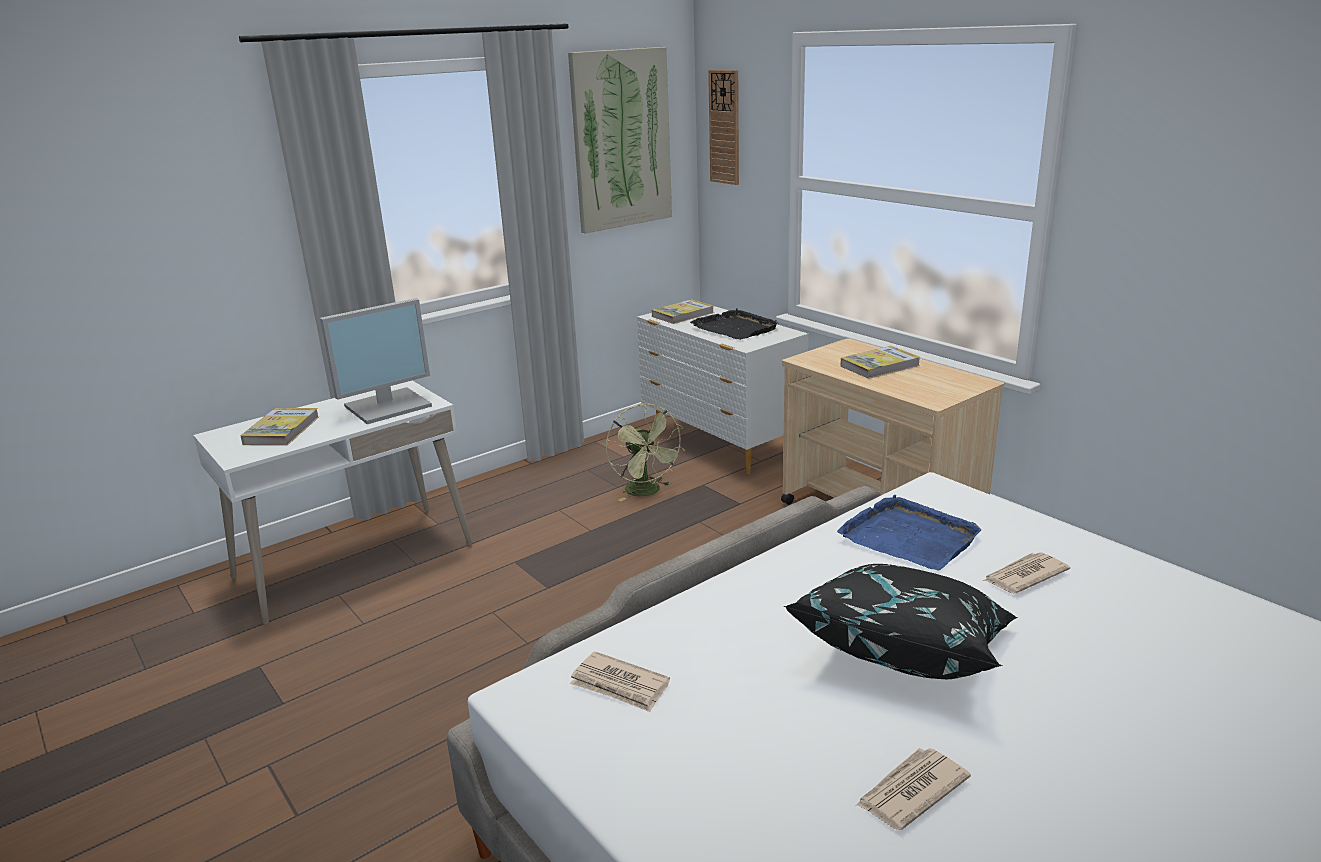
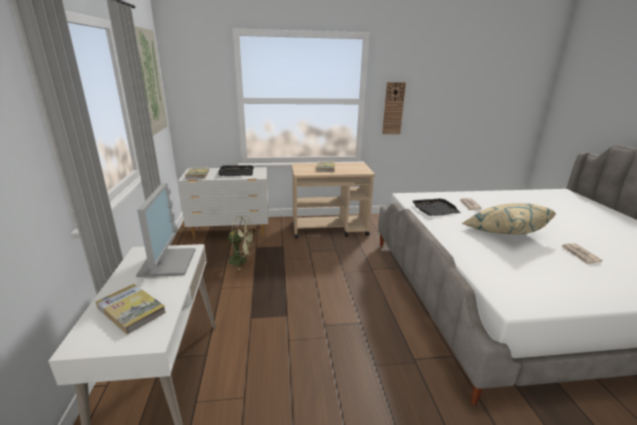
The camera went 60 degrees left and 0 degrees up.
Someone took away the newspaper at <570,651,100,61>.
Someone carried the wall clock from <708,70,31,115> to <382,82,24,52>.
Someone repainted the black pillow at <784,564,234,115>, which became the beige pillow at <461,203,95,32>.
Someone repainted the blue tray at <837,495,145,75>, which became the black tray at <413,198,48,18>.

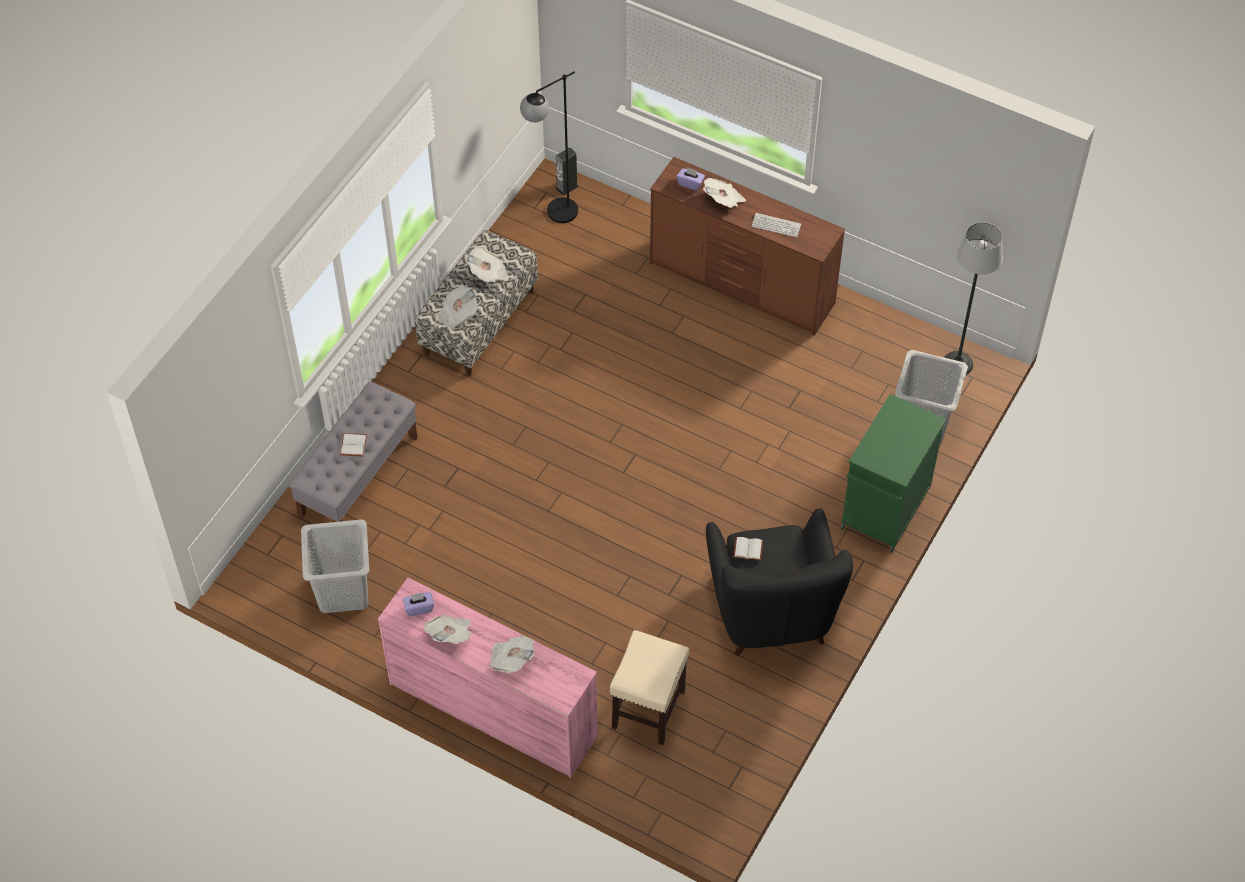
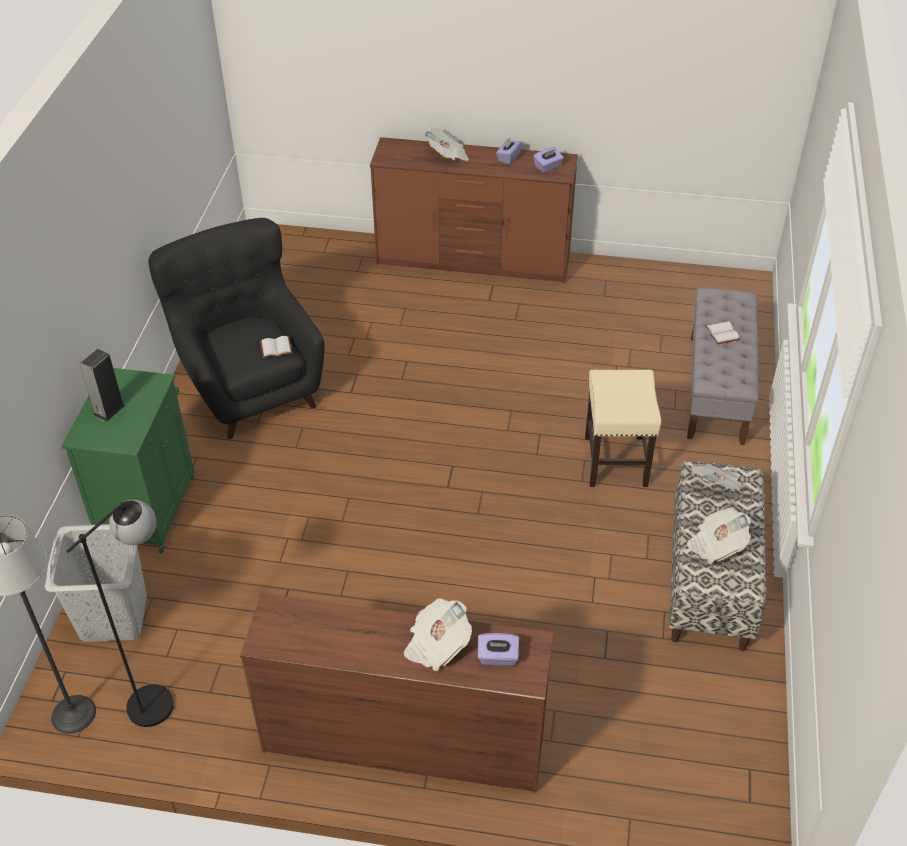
The camera went 160 degrees right and 10 degrees down.
Someone took away the grey laundry basket at <301,519,68,94>.
Someone repainted the pink dresser at <378,578,220,200>, which became the brown dresser at <370,137,208,146>.
Someone swapped the newspaper at <424,614,48,30> for the purple tissue box at <496,137,26,28>.
Someone carried the black floor lamp from <520,71,58,152> to <66,500,108,227>.
Someone carried the speaker from <556,147,23,49> to <80,349,45,73>.
Someone carried the beige stool from <610,630,79,115> to <585,370,76,117>.
Someone took away the keyboard at <752,213,49,24>.

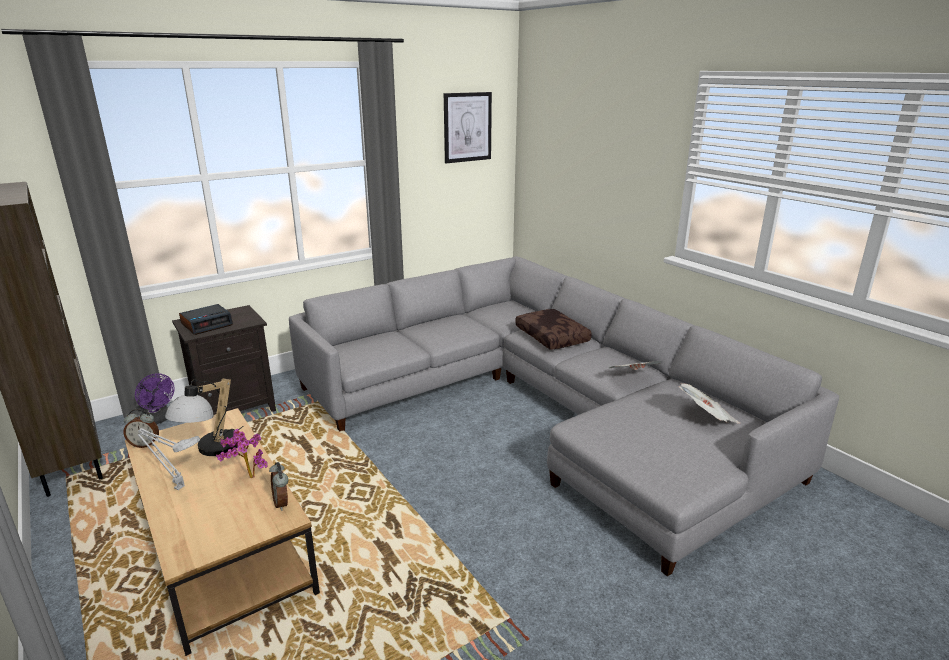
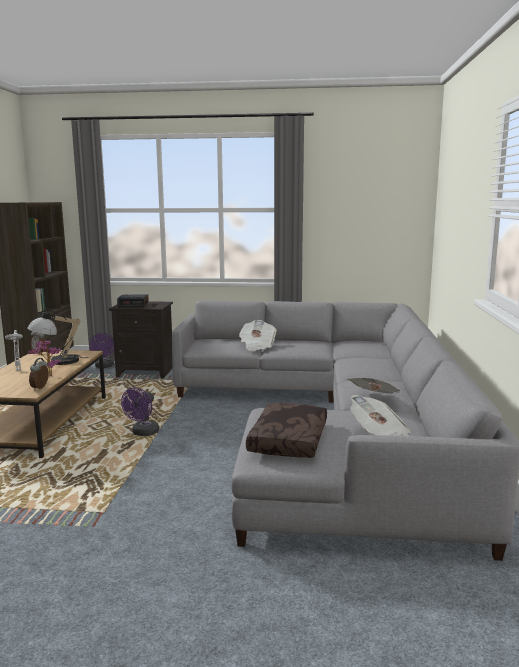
The camera went 40 degrees right and 10 degrees down.
Someone took away the picture at <444,92,48,71>.
Someone carried the brown pillow from <515,309,77,41> to <246,403,81,55>.
Someone put down the purple fan at <121,387,38,49>.
Someone put down the newspaper at <239,320,38,31>.

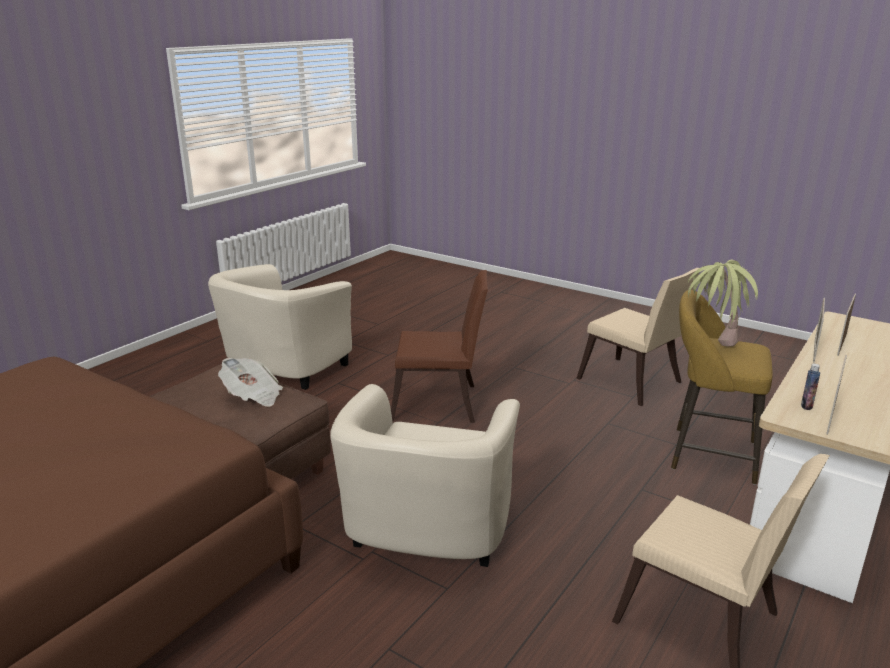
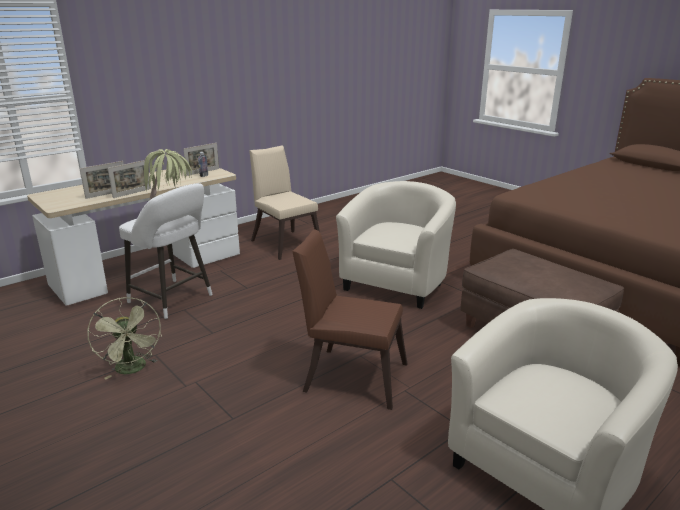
The camera went 165 degrees left and 0 degrees up.
Someone took away the newspaper at <218,358,65,49>.
Someone swapped the beige chair at <576,268,123,138> for the green fan at <87,297,75,82>.
Someone repainted the yellow stool at <671,290,102,195>, which became the white stool at <119,183,94,136>.

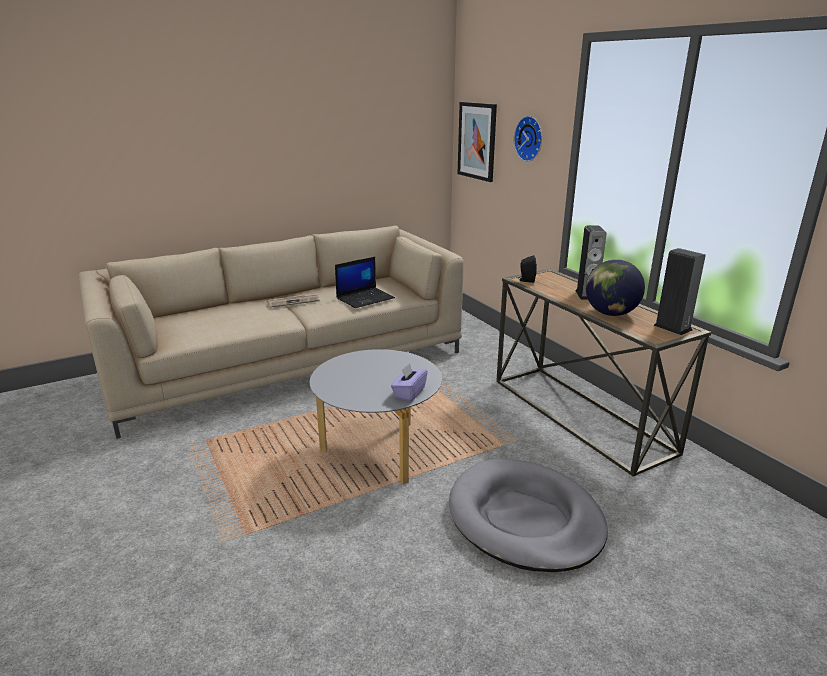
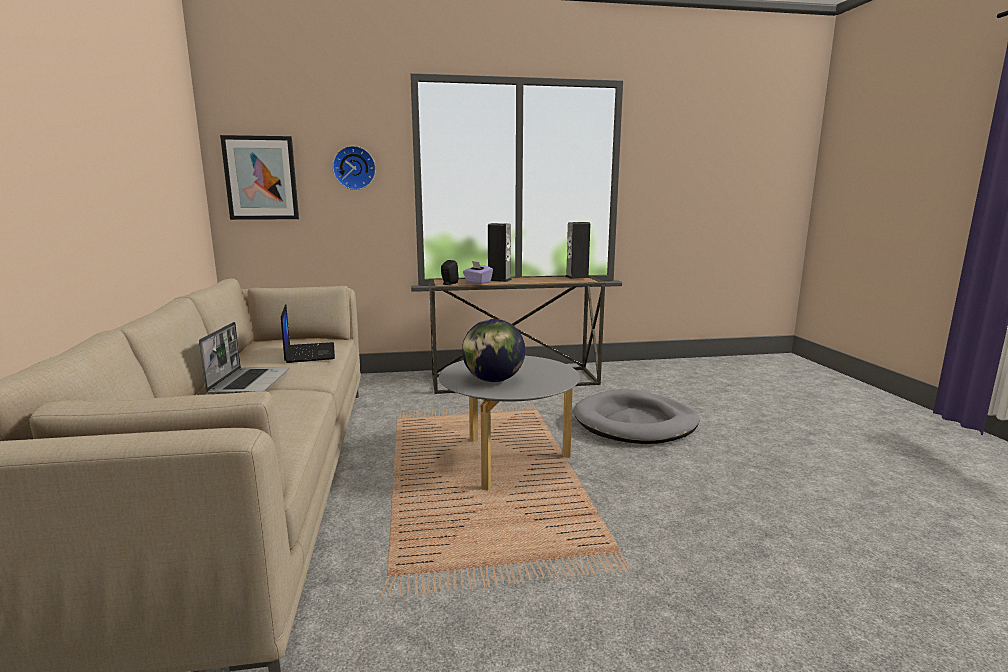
The camera went 70 degrees left and 10 degrees down.
Someone swapped the newspaper at <267,292,53,16> for the laptop at <199,322,91,72>.
Someone carried the purple tissue box from <391,363,37,38> to <463,261,30,23>.
Someone carried the globe from <586,259,59,57> to <462,319,63,63>.

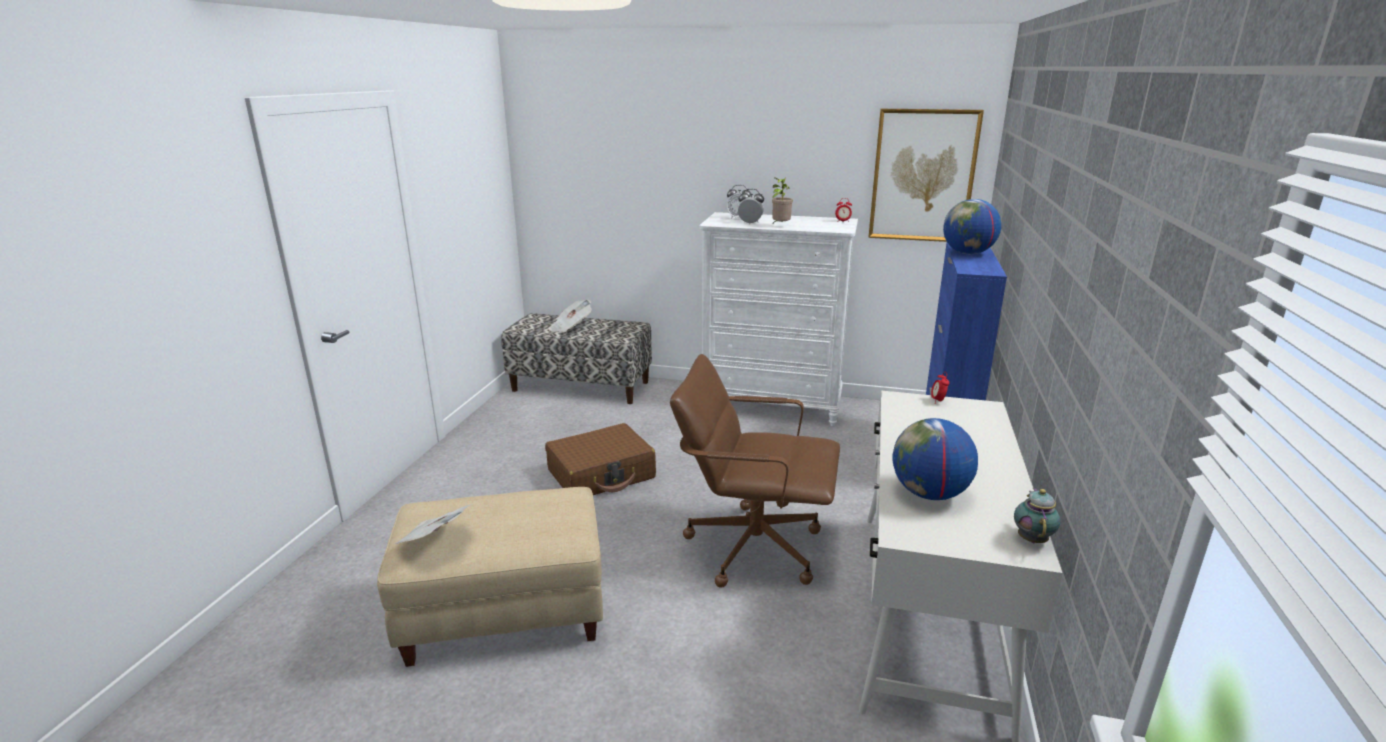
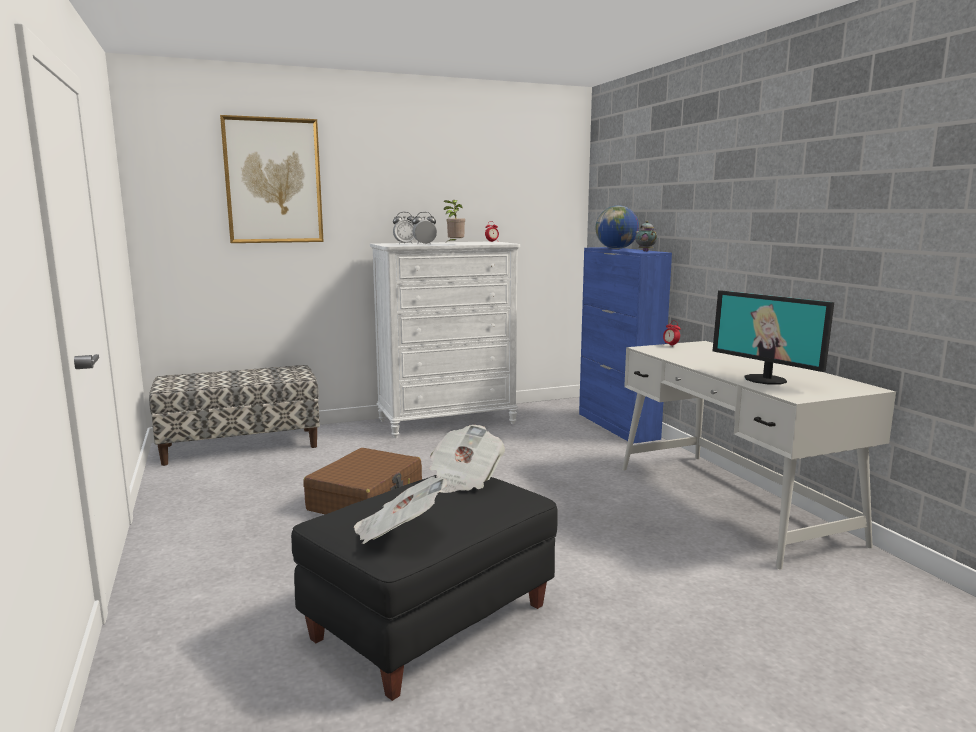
The camera went 35 degrees left and 10 degrees down.
Someone repainted the beige ottoman at <377,487,226,180>, which became the black ottoman at <291,475,267,226>.
Someone carried the newspaper from <548,300,44,33> to <429,425,76,68>.
Someone took away the brown office chair at <670,354,170,234>.
Someone carried the picture from <868,109,116,133> to <220,115,104,128>.
Someone swapped the globe at <892,418,86,82> for the monitor at <713,290,121,95>.
Someone carried the teapot from <1014,488,46,55> to <635,221,22,31>.

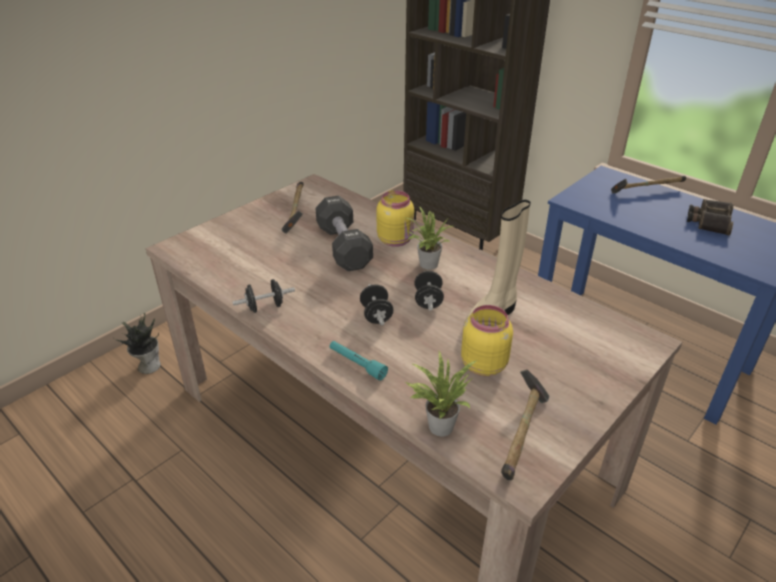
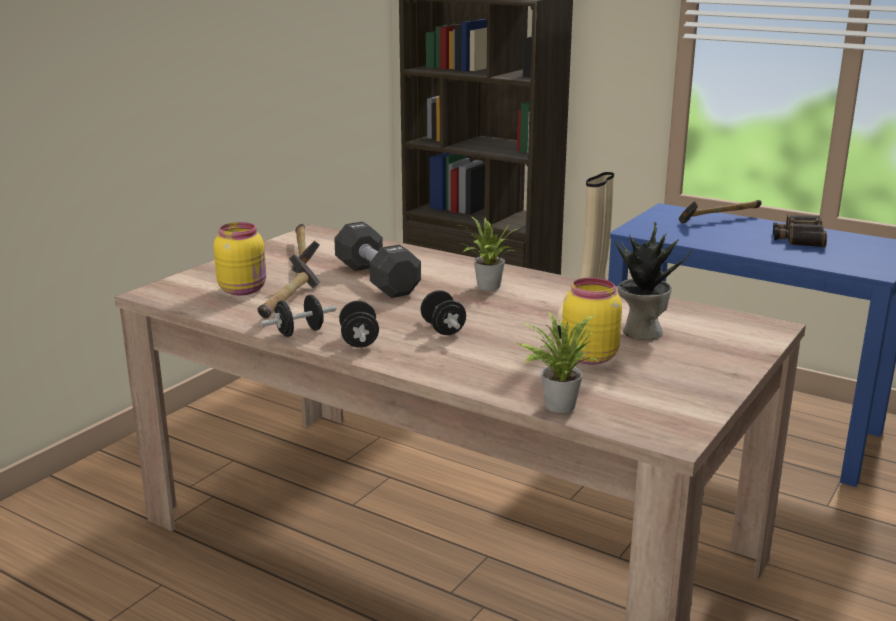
The camera went 10 degrees left and 15 degrees down.
Someone carried the potted plant from <113,313,48,61> to <615,222,77,118>.
Someone took away the turquoise flashlight at <330,341,58,40>.
Someone carried the yellow jar from <376,190,38,57> to <214,222,52,73>.
Someone carried the black dumbbell from <414,271,30,40> to <339,301,40,47>.
Someone carried the hammer from <501,369,49,111> to <257,254,63,65>.

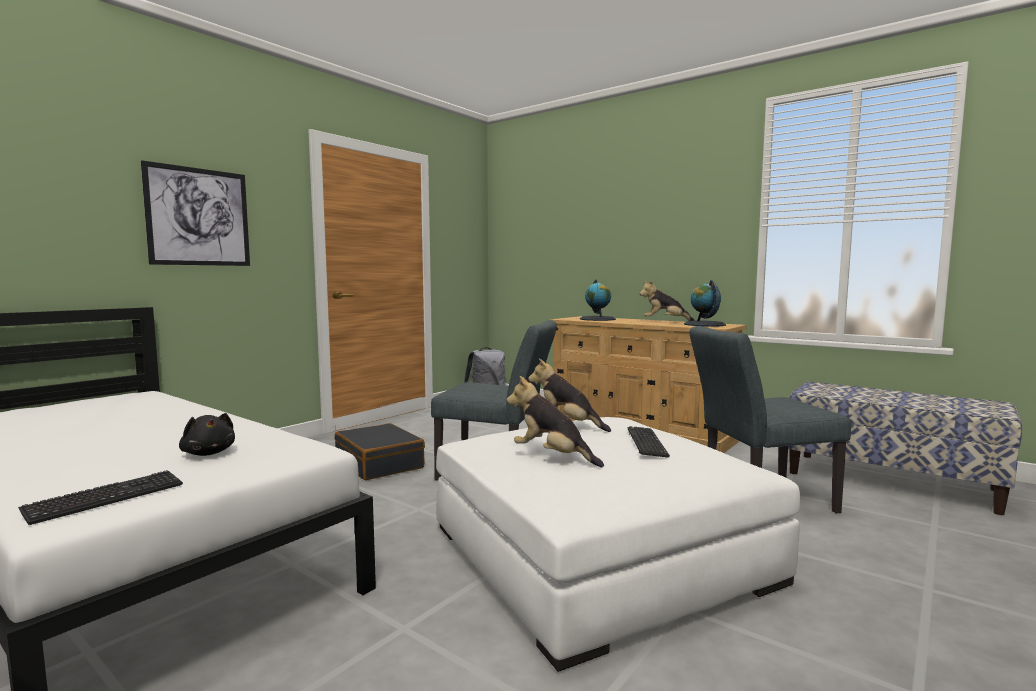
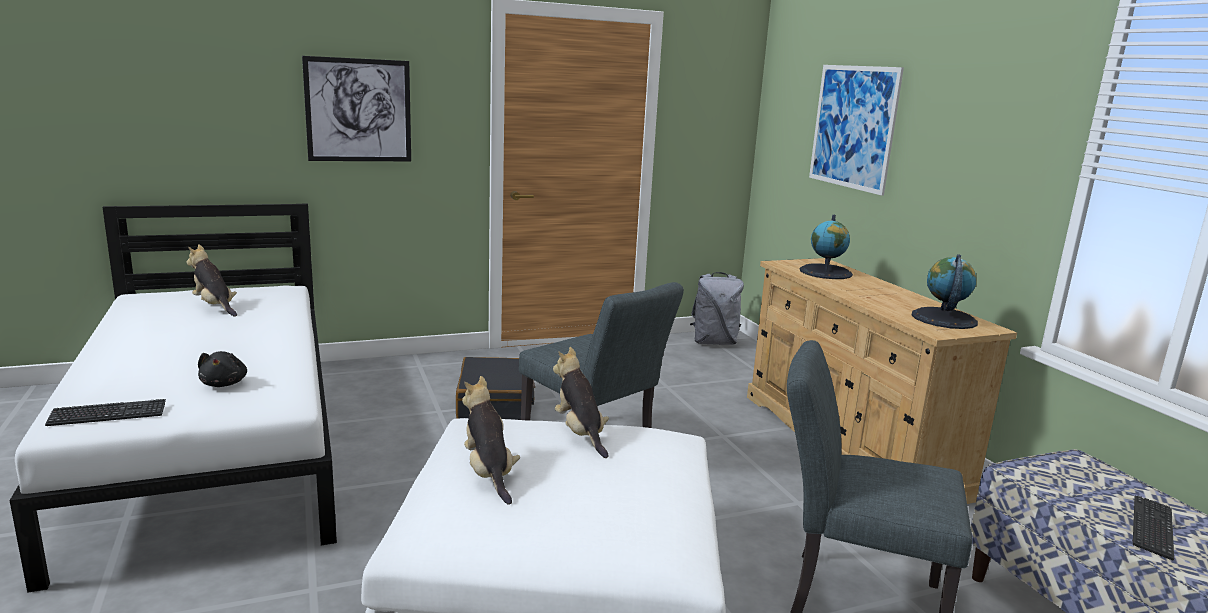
The camera went 30 degrees right and 10 degrees up.
Someone carried the keyboard from <627,426,43,32> to <1132,495,42,65>.
Someone carried the plush toy from <639,280,56,41> to <186,244,51,73>.
Someone put up the picture at <809,65,95,131>.

